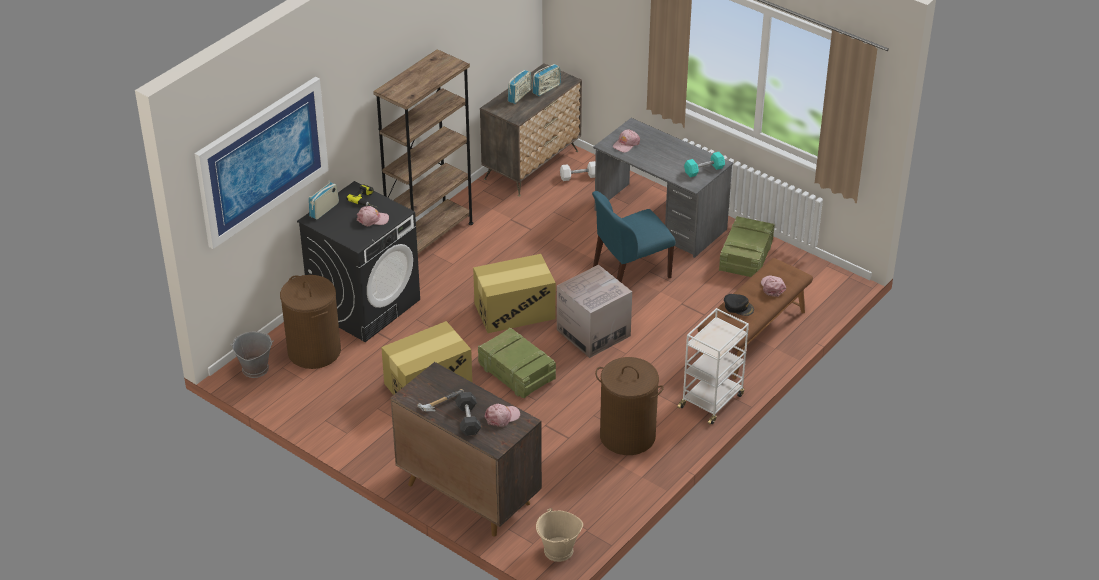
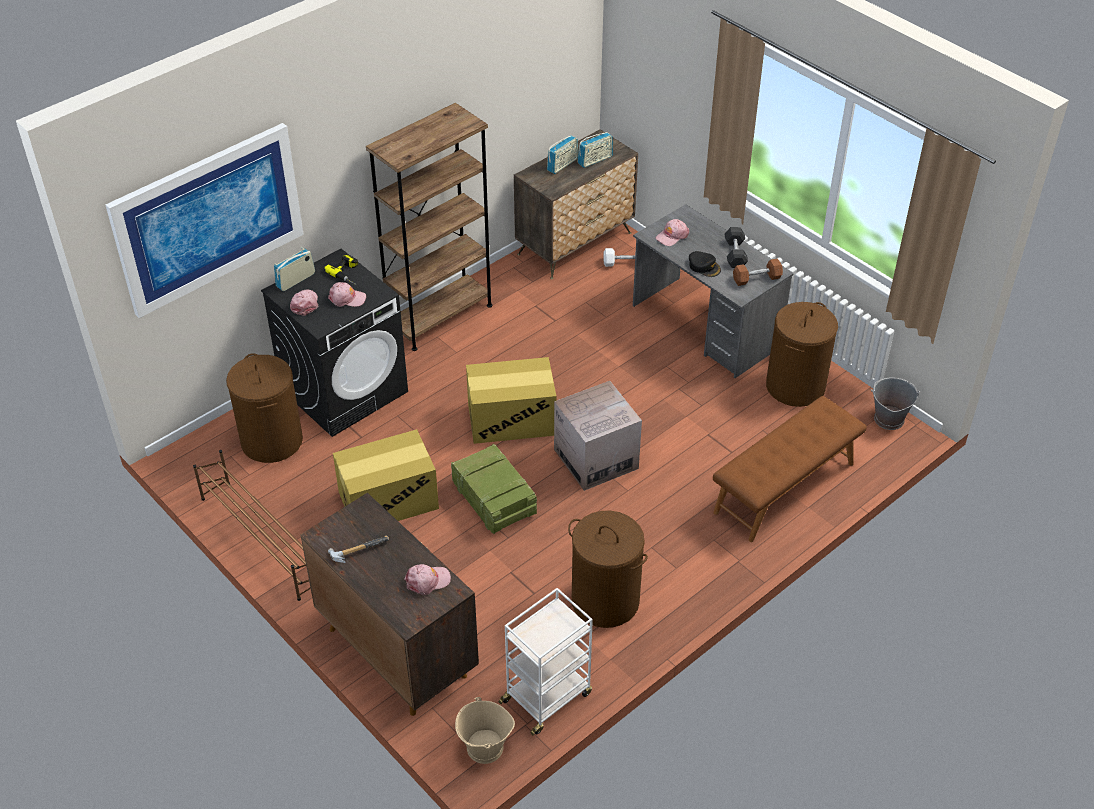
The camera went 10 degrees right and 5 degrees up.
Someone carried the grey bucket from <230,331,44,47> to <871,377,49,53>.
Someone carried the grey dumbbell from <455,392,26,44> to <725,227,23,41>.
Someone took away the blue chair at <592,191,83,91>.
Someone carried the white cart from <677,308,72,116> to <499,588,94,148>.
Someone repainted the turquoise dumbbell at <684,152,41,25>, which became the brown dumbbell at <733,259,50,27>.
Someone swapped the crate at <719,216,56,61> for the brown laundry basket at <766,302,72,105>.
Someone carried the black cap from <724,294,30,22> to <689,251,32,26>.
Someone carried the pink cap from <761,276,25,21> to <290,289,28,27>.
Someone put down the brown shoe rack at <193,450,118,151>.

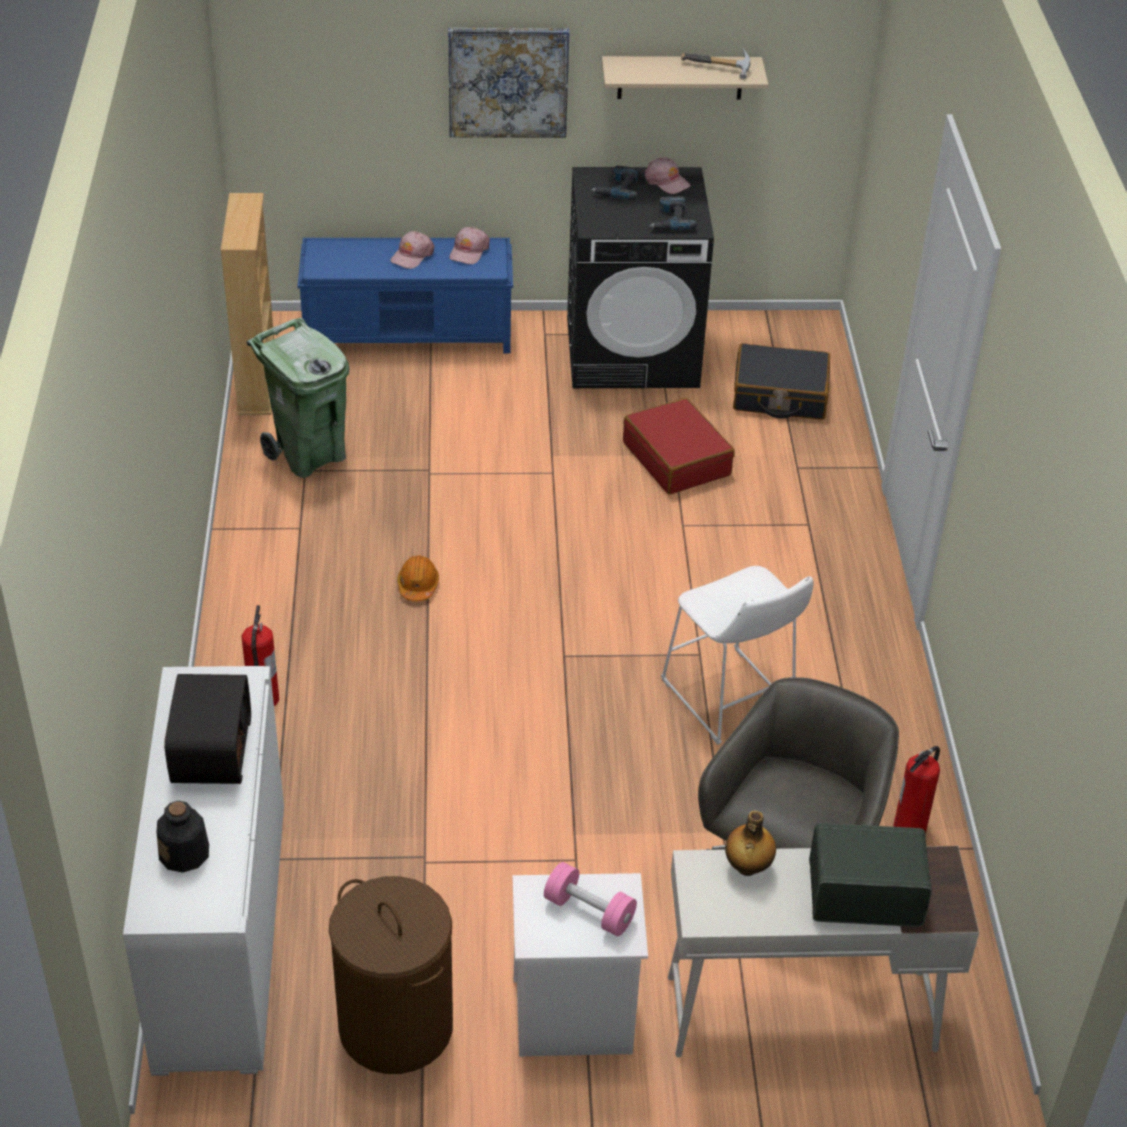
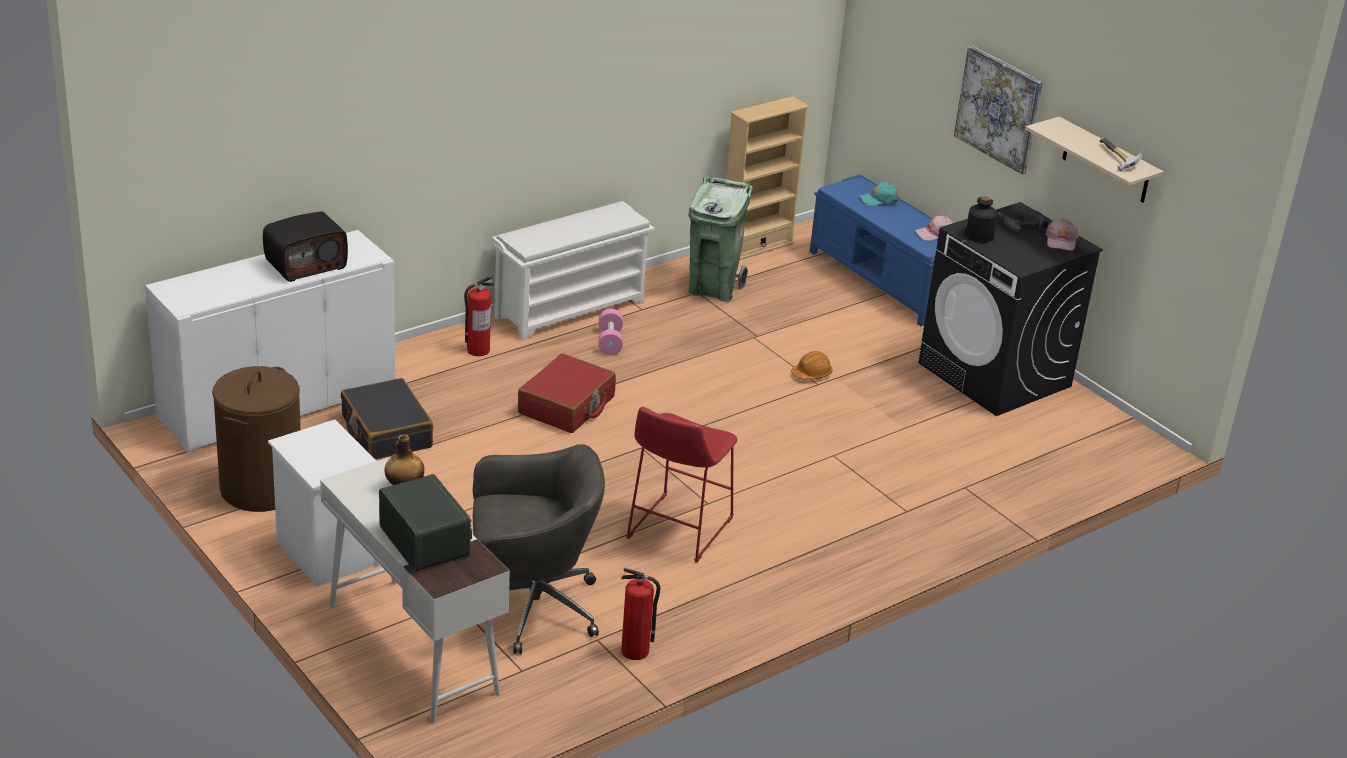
The camera went 55 degrees right and 10 degrees down.
Someone carried the bottle from <157,801,52,72> to <964,196,33,47>.
Someone took away the pink cap at <390,231,45,38>.
Someone carried the orange hard hat from <397,555,42,47> to <791,351,42,29>.
Someone carried the pink dumbbell from <544,862,93,75> to <598,309,25,46>.
Someone carried the red suitcase from <623,398,112,96> to <518,353,98,80>.
Someone took away the power drill at <649,196,48,34>.
Someone repainted the white stool at <661,566,153,179>, which became the red stool at <626,407,111,156>.
Someone carried the black suitcase from <733,343,97,77> to <341,378,92,82>.
Someone put down the white shoe rack at <491,201,164,139>.
Someone put down the turquoise cap at <860,182,40,24>.

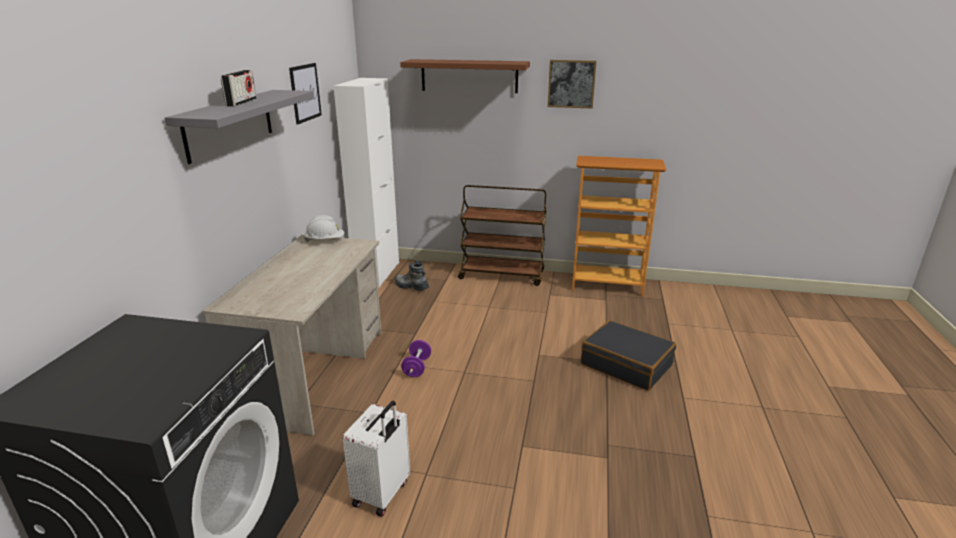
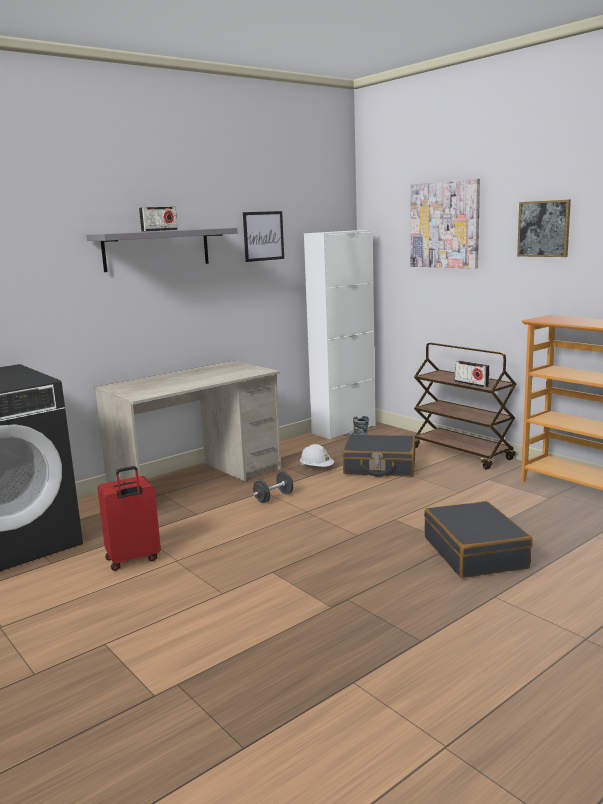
The camera went 40 degrees right and 10 degrees down.
Someone carried the white hard hat from <304,215,40,27> to <300,444,34,23>.
Someone repainted the white suitcase at <343,401,67,115>, which became the red suitcase at <97,466,64,105>.
Someone swapped the brown shelf at <400,59,130,34> for the picture at <410,179,70,90>.
Someone repainted the purple dumbbell at <401,340,30,37>, which became the black dumbbell at <253,472,40,31>.
Someone put down the black suitcase at <342,434,73,43>.
Someone put down the radio at <455,361,35,27>.

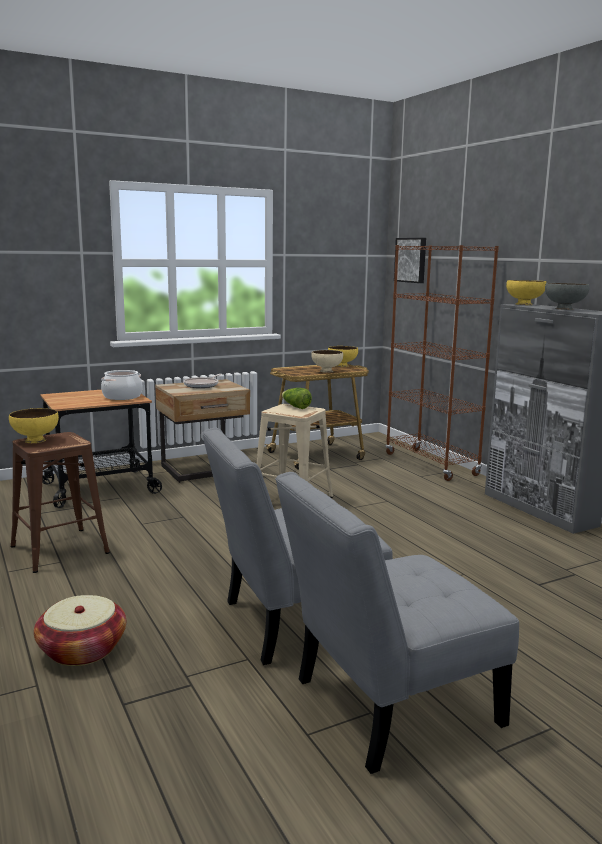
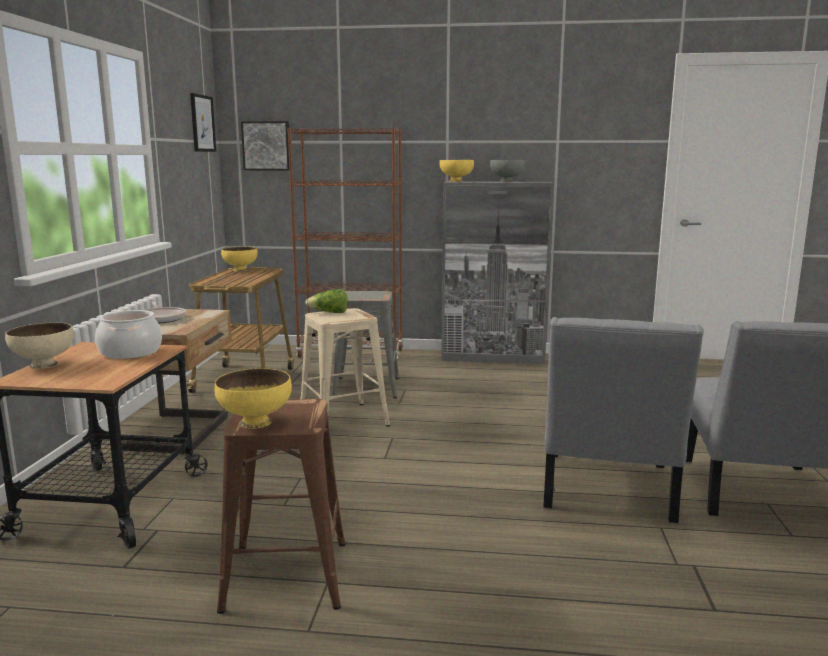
The camera went 55 degrees left and 0 degrees up.
Someone took away the basket at <34,595,92,71>.
Someone carried the beige bowl from <311,350,32,23> to <5,322,69,47>.
Someone put up the picture at <190,93,26,59>.
Someone put down the grey stool at <332,291,67,107>.

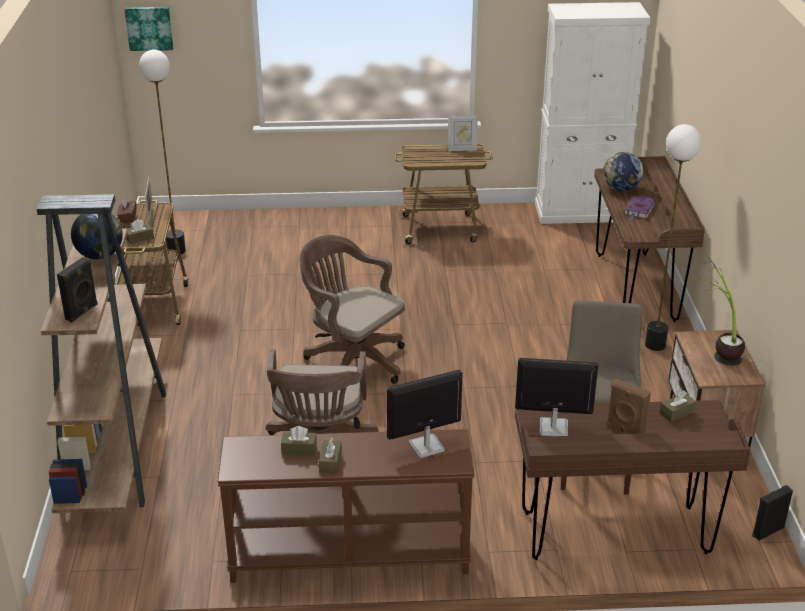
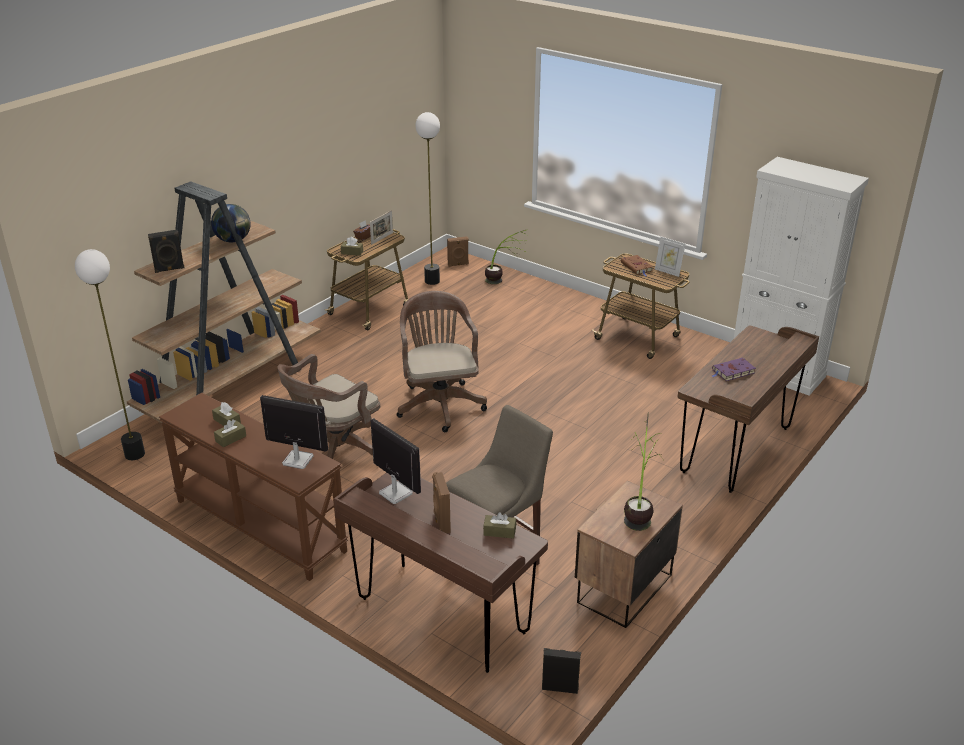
The camera went 40 degrees right and 0 degrees up.
Someone took away the picture at <125,7,48,44>.
Someone took away the globe at <603,152,40,39>.
Someone carried the floor lamp from <645,124,57,227> to <75,249,70,211>.
Someone put down the brown speaker at <447,236,22,31>.
Someone put down the potted plant at <485,230,41,54>.
Someone put down the brown book at <621,255,32,21>.

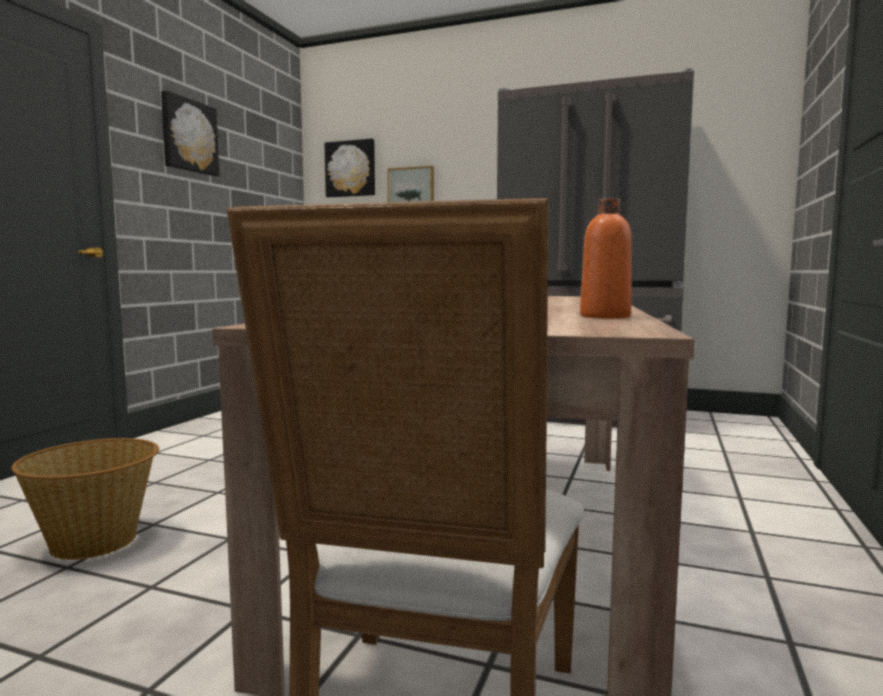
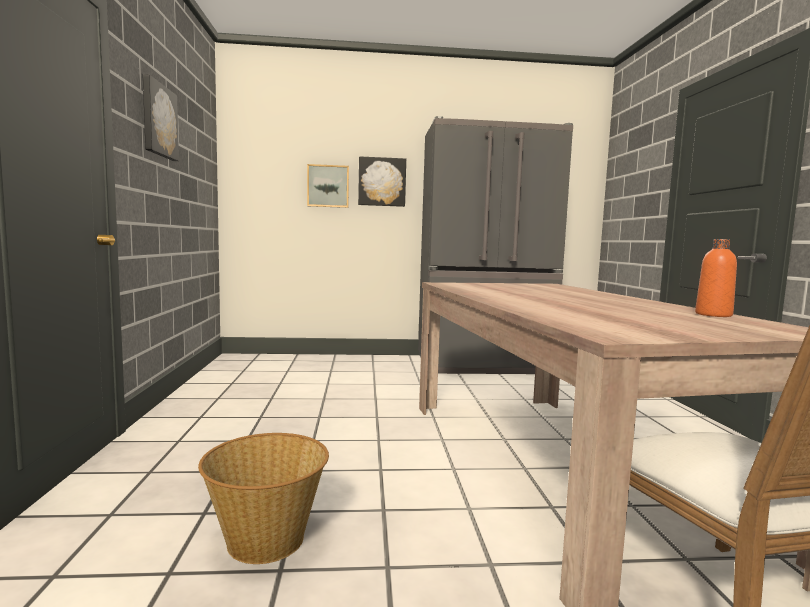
The camera went 25 degrees left and 0 degrees up.
Someone carried the picture from <324,139,51,58> to <358,156,48,51>.

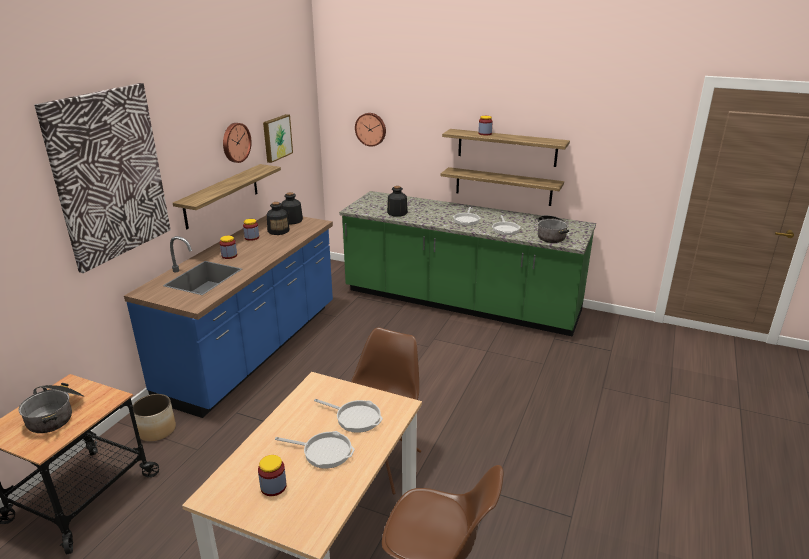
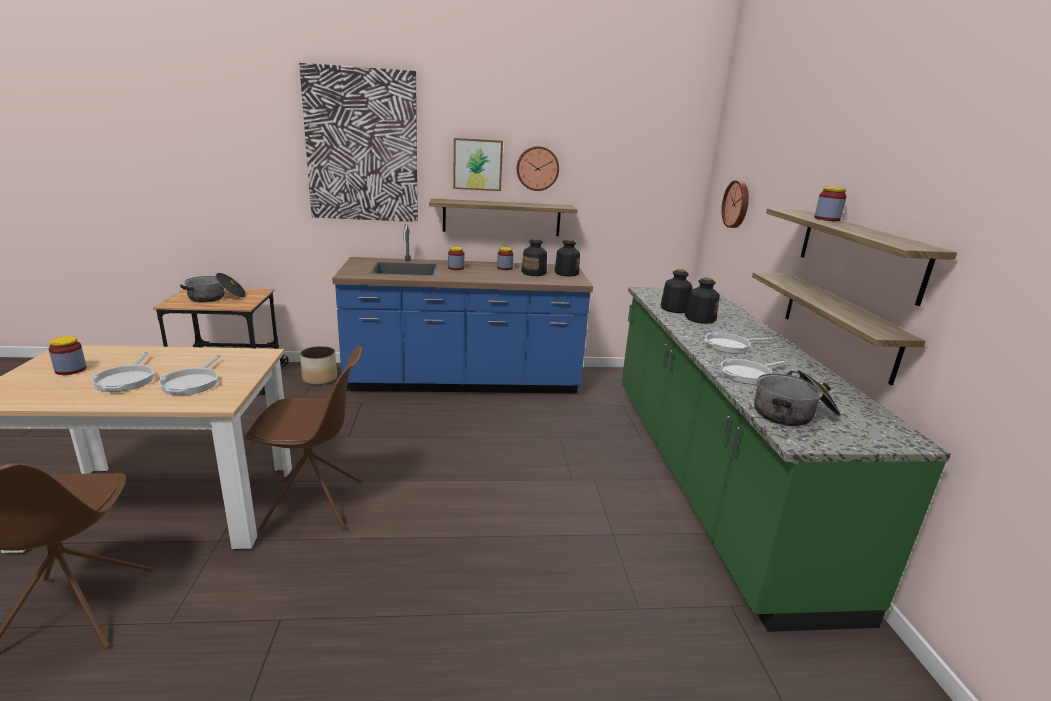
The camera went 60 degrees right and 5 degrees down.
Someone carried the picture from <263,114,30,49> to <453,138,50,53>.
Someone put down the bottle at <685,277,35,47>.

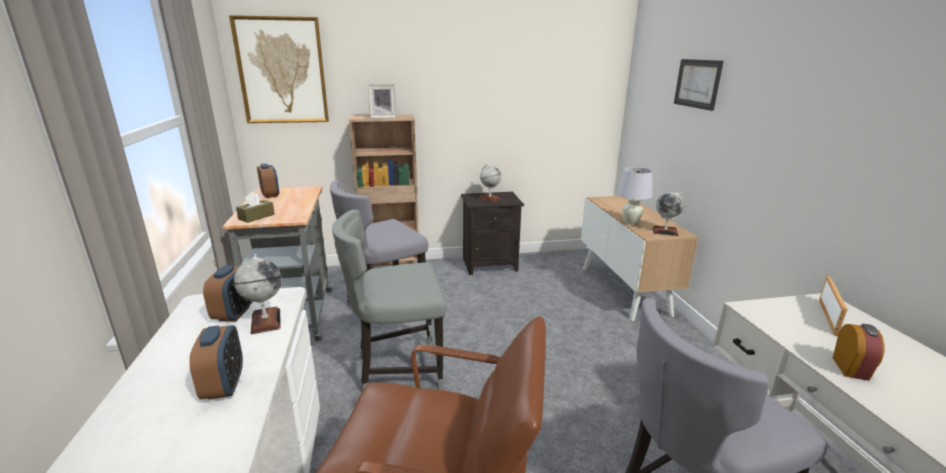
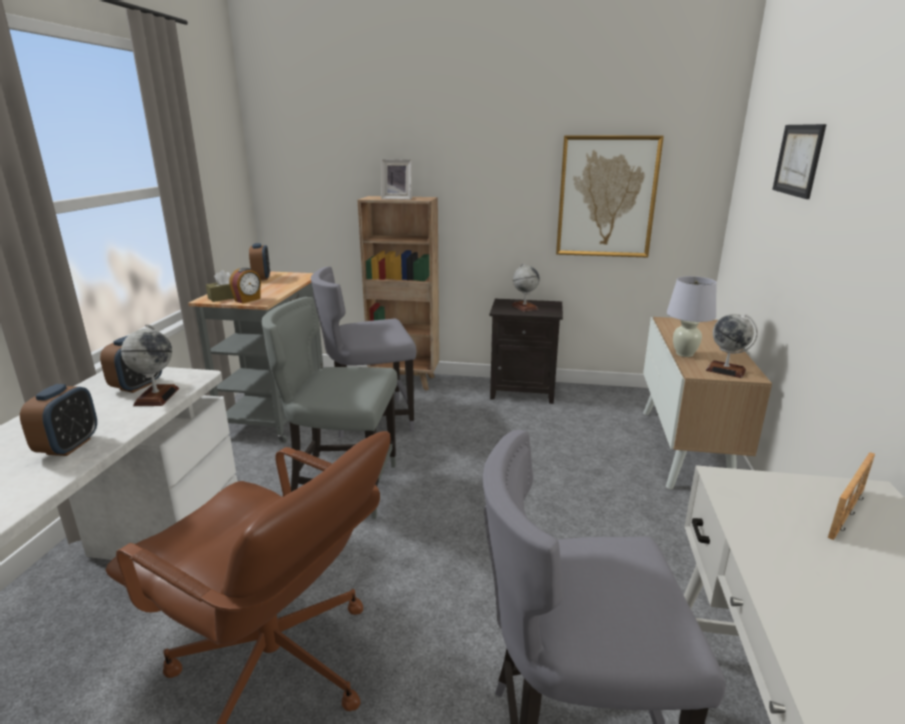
The camera went 20 degrees right and 0 degrees up.
Someone carried the picture from <229,15,100,108> to <556,135,108,123>.
Someone carried the alarm clock from <833,324,51,57> to <229,268,32,35>.

